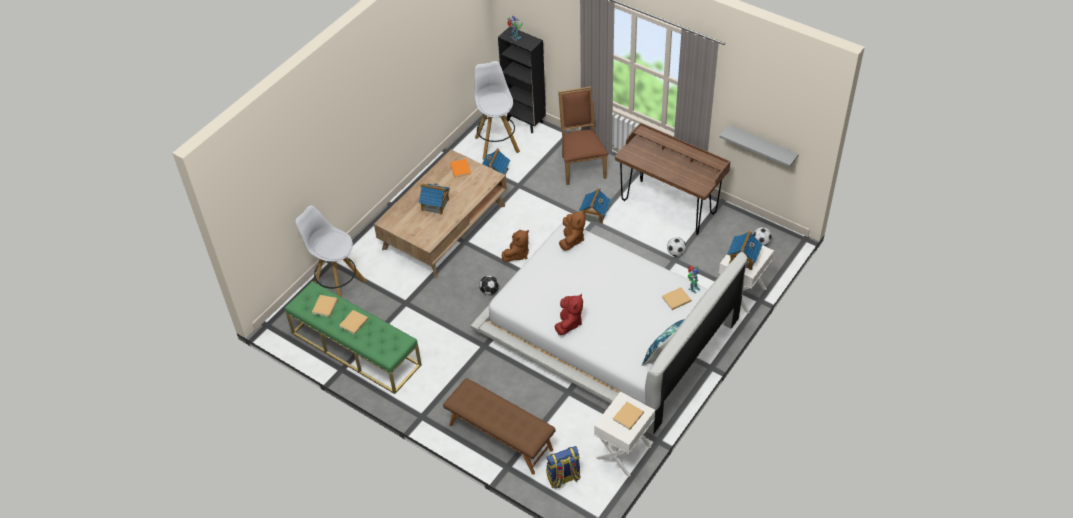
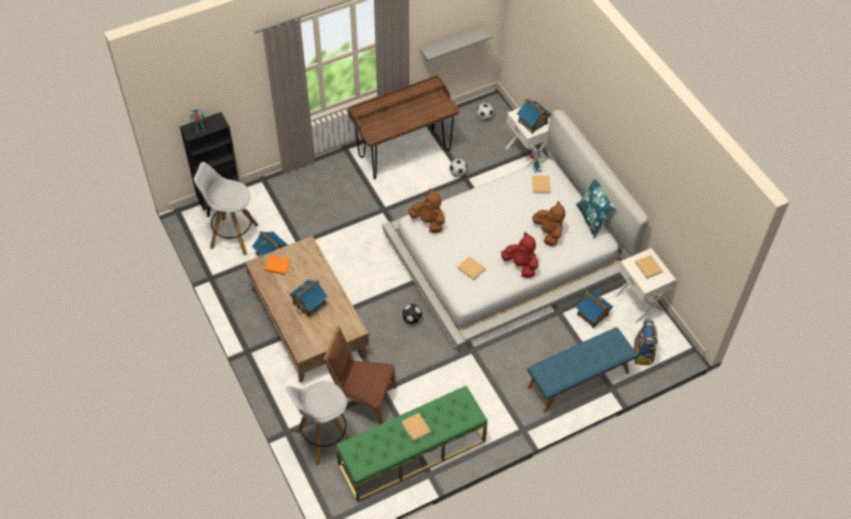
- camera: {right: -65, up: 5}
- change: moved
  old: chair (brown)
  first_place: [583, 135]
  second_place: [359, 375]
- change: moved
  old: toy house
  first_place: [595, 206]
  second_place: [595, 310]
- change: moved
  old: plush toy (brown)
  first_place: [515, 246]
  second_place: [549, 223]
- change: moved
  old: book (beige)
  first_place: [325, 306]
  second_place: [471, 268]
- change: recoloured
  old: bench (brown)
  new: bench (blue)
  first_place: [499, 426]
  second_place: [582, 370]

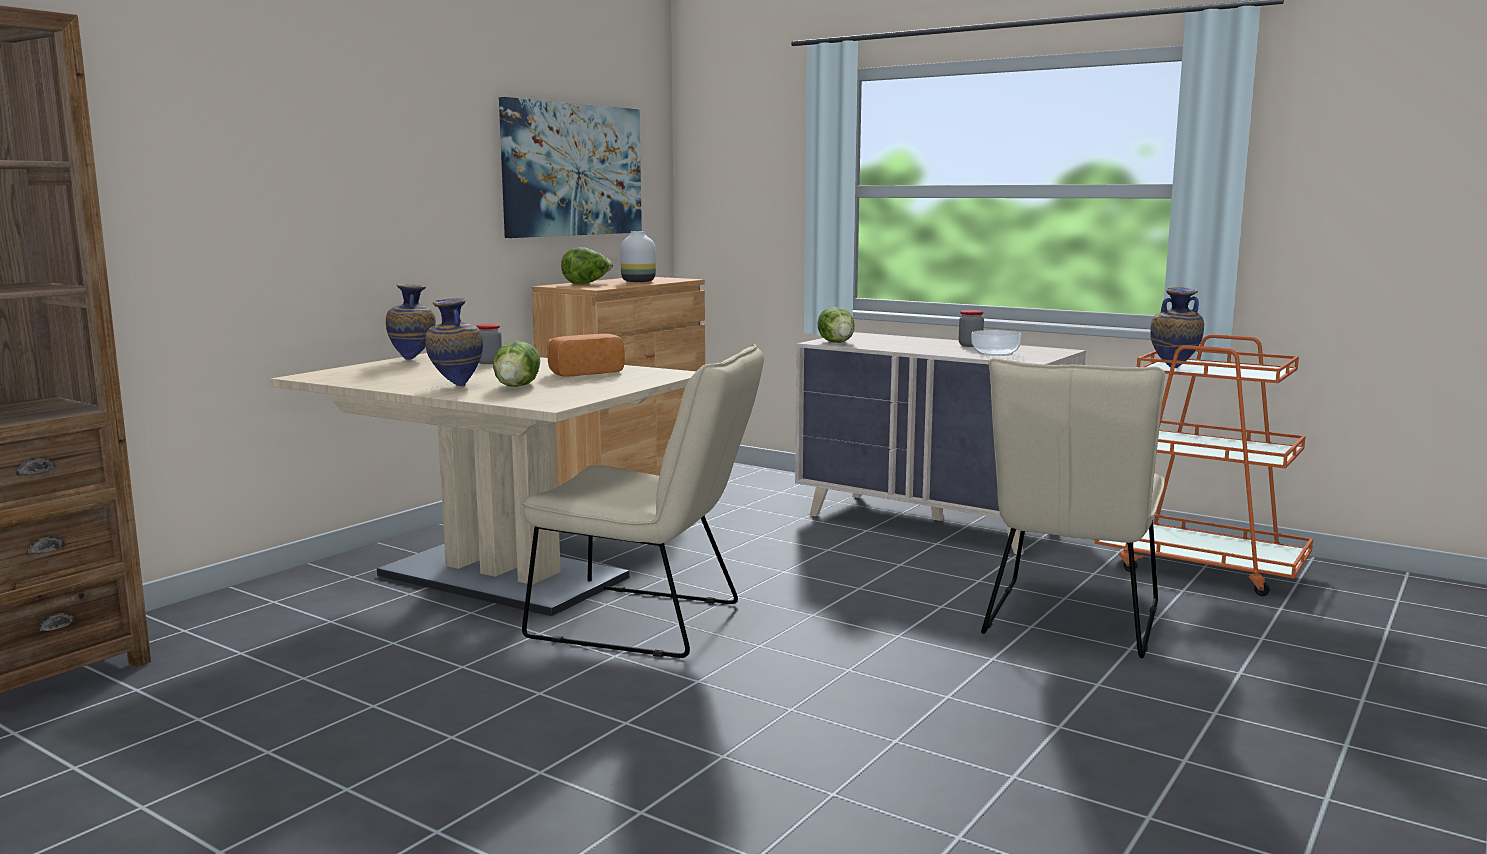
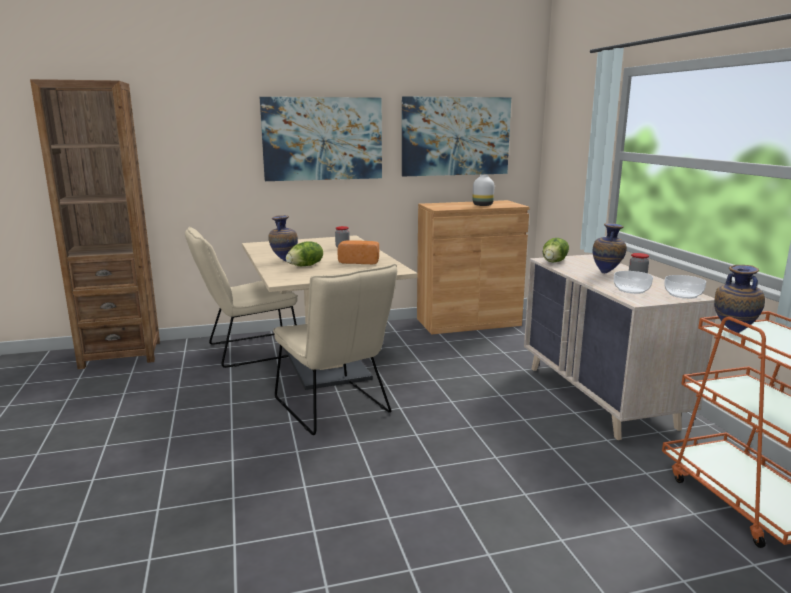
- camera: {right: 40, up: 5}
- change: removed
  old: lettuce
  first_place: [587, 265]
- change: moved
  old: vase
  first_place: [411, 322]
  second_place: [610, 248]
- change: moved
  old: chair (beige)
  first_place: [1073, 508]
  second_place: [241, 297]
- change: added
  new: picture
  second_place: [321, 139]
- change: added
  new: bowl
  second_place: [685, 287]

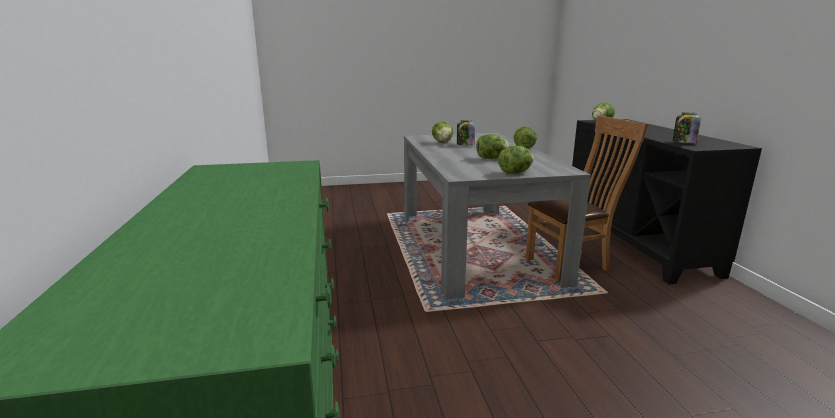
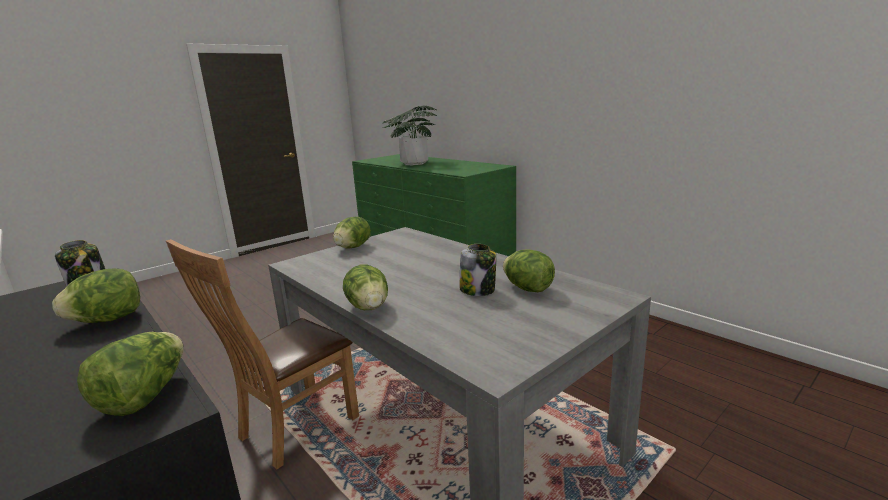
- camera: {right: 150, up: 0}
- change: moved
  old: lettuce
  first_place: [493, 146]
  second_place: [96, 296]
- change: added
  new: potted plant
  second_place: [409, 135]

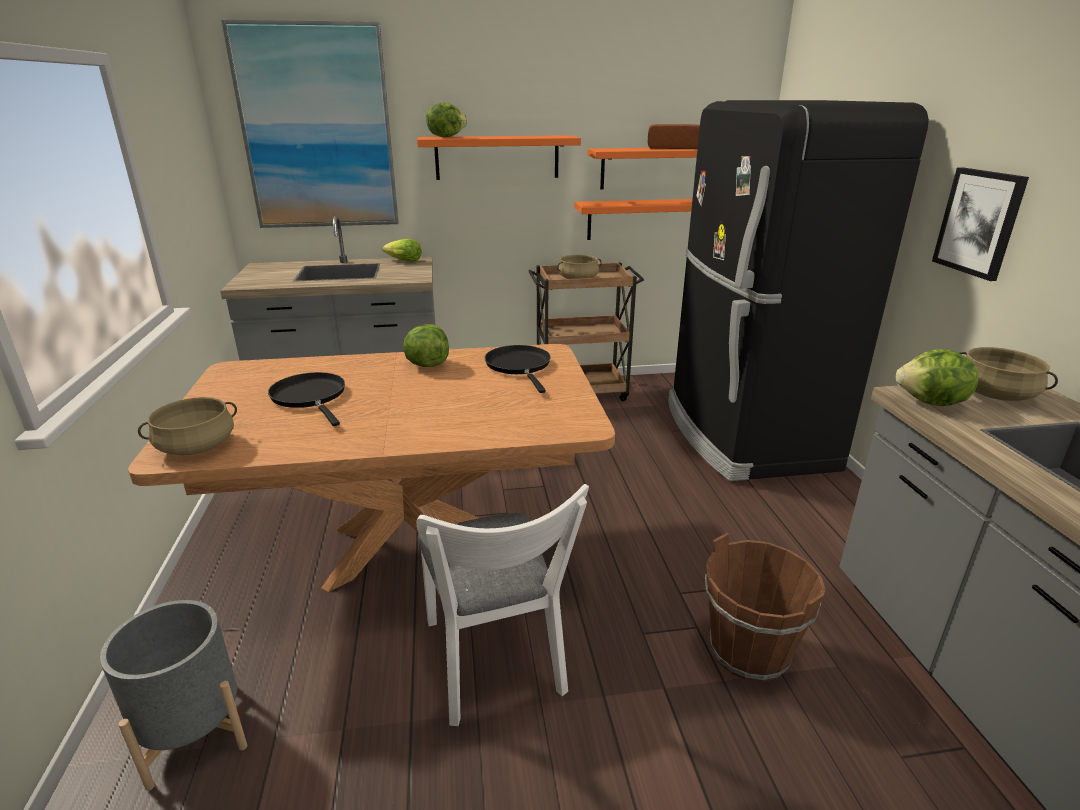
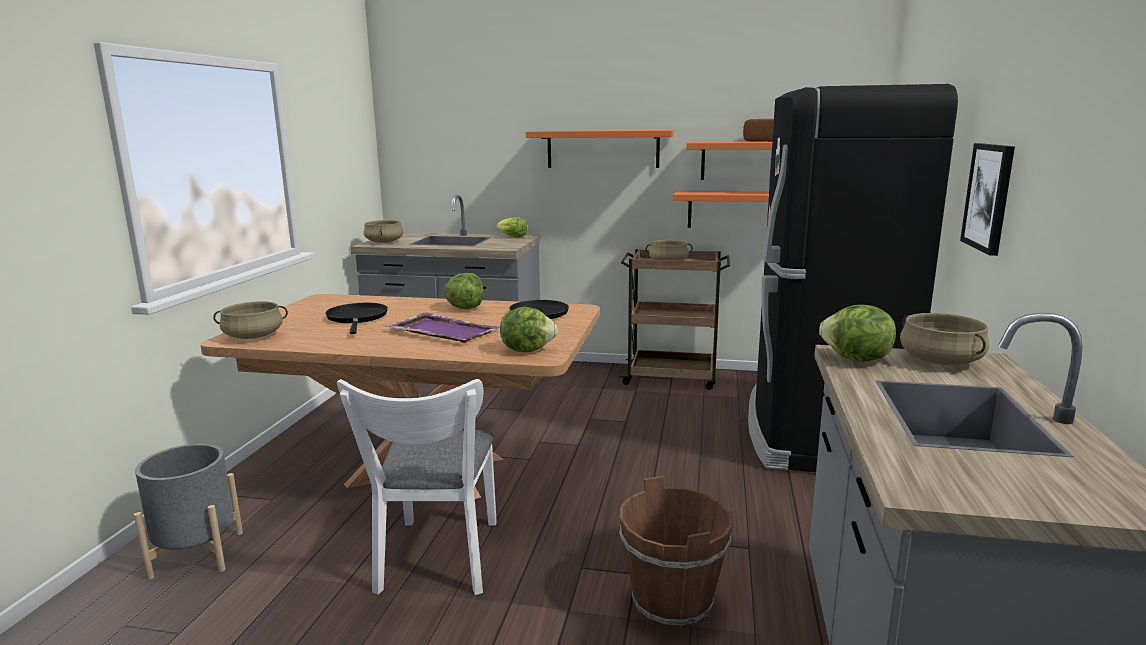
- camera: {right: 20, up: -10}
- change: removed
  old: picture
  first_place: [310, 123]
- change: moved
  old: lettuce
  first_place: [446, 120]
  second_place: [529, 329]
- change: added
  new: cooking pot (beige)
  second_place: [383, 231]
- change: added
  new: tray (purple)
  second_place: [443, 328]

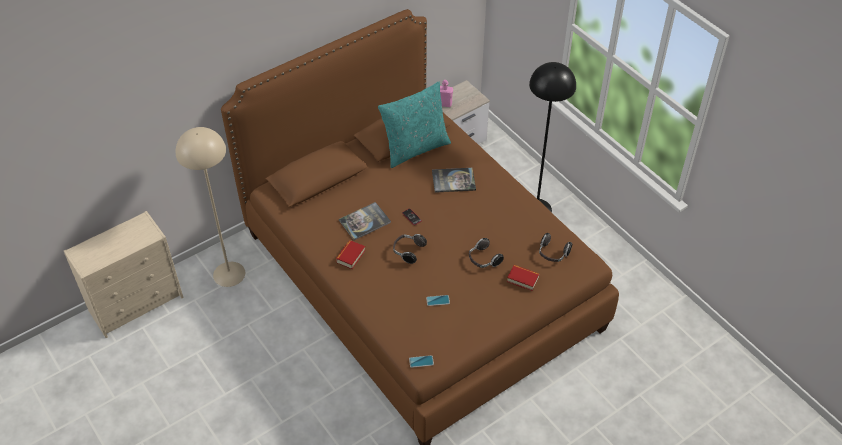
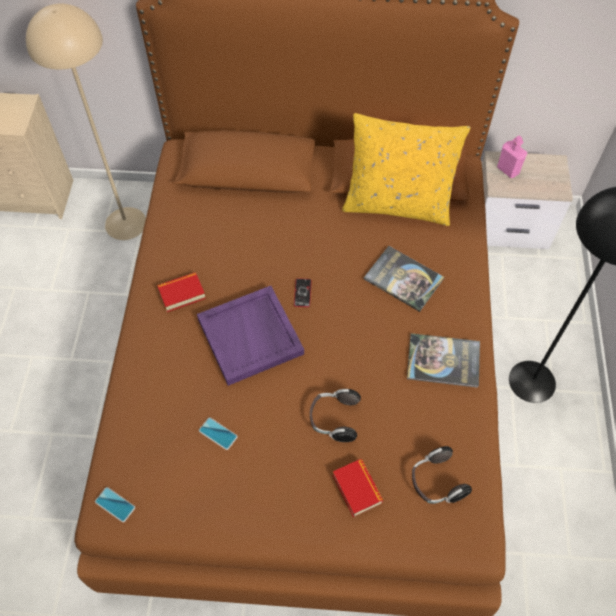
- camera: {right: 40, up: 10}
- change: recoloured
  old: pillow (turquoise)
  new: pillow (yellow)
  first_place: [414, 124]
  second_place: [406, 169]
- change: moved
  old: book
  first_place: [365, 221]
  second_place: [443, 360]
- change: replaced
  old: headphones
  new: tray (purple)
  first_place: [410, 249]
  second_place: [250, 336]

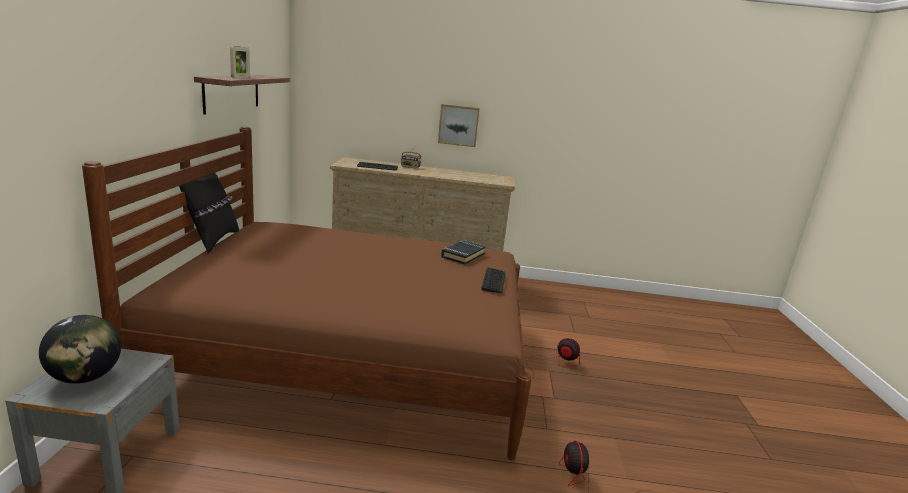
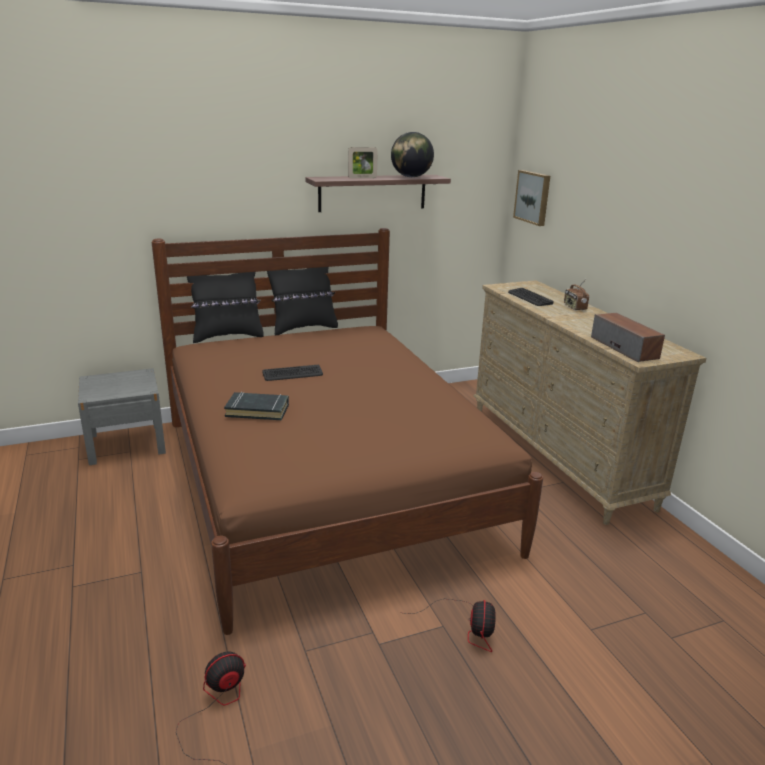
- camera: {right: 65, up: 5}
- change: moved
  old: picture
  first_place: [459, 125]
  second_place: [531, 198]
- change: moved
  old: book (black)
  first_place: [463, 252]
  second_place: [256, 406]
- change: moved
  old: keyboard
  first_place: [493, 280]
  second_place: [292, 373]
- change: moved
  old: globe
  first_place: [80, 349]
  second_place: [412, 154]
- change: added
  new: pillow (black)
  second_place: [225, 307]
- change: added
  new: speaker
  second_place: [628, 337]

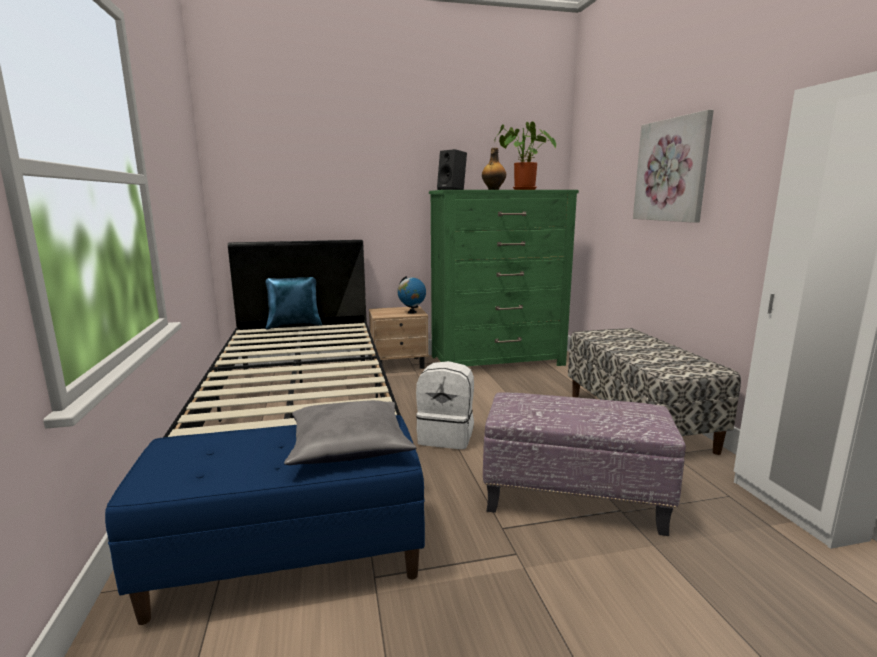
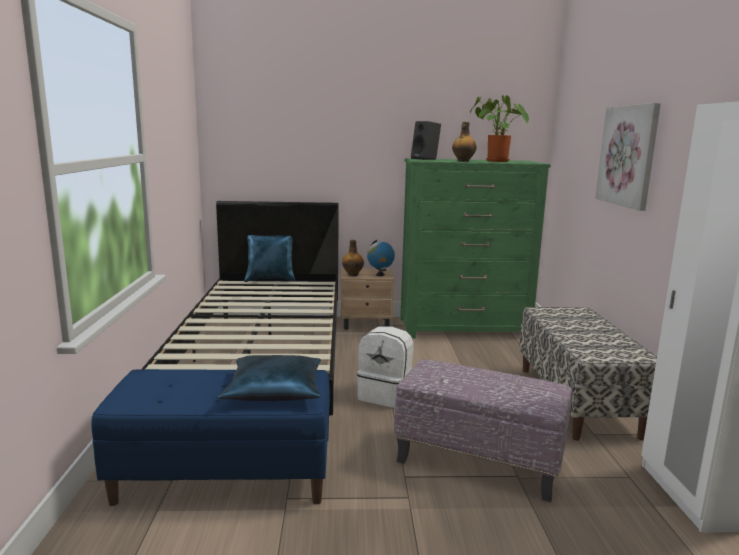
- camera: {right: 10, up: 0}
- change: recoloured
  old: pillow (grey)
  new: pillow (blue)
  first_place: [350, 432]
  second_place: [269, 378]
- change: added
  new: bottle
  second_place: [353, 258]

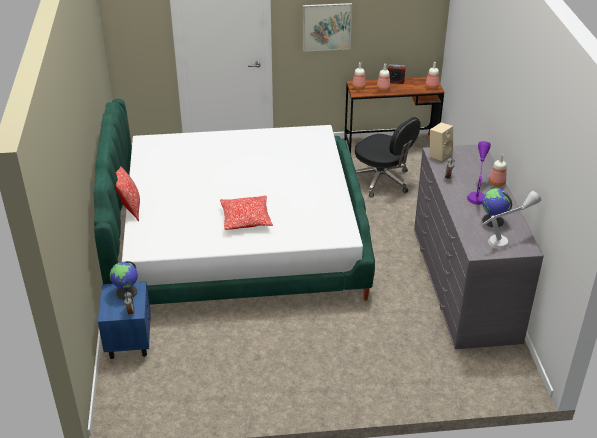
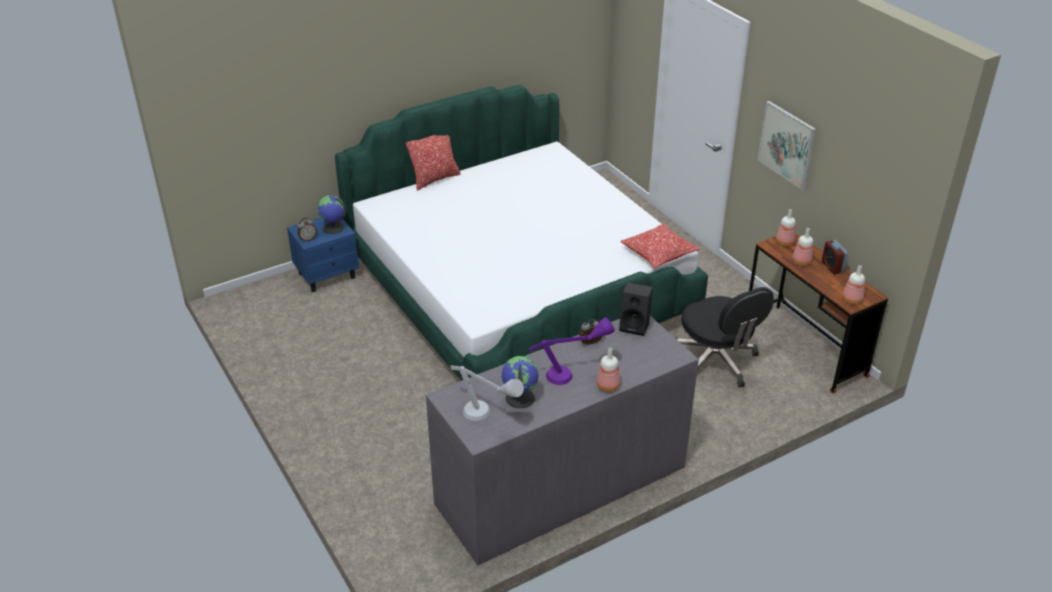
- camera: {right: 65, up: 0}
- change: turned
  old: office chair (black)
  first_place: [388, 157]
  second_place: [725, 337]
  degrees: -45
- change: recoloured
  old: speaker (beige)
  new: speaker (black)
  first_place: [441, 142]
  second_place: [636, 309]
- change: moved
  old: pillow
  first_place: [246, 212]
  second_place: [660, 245]

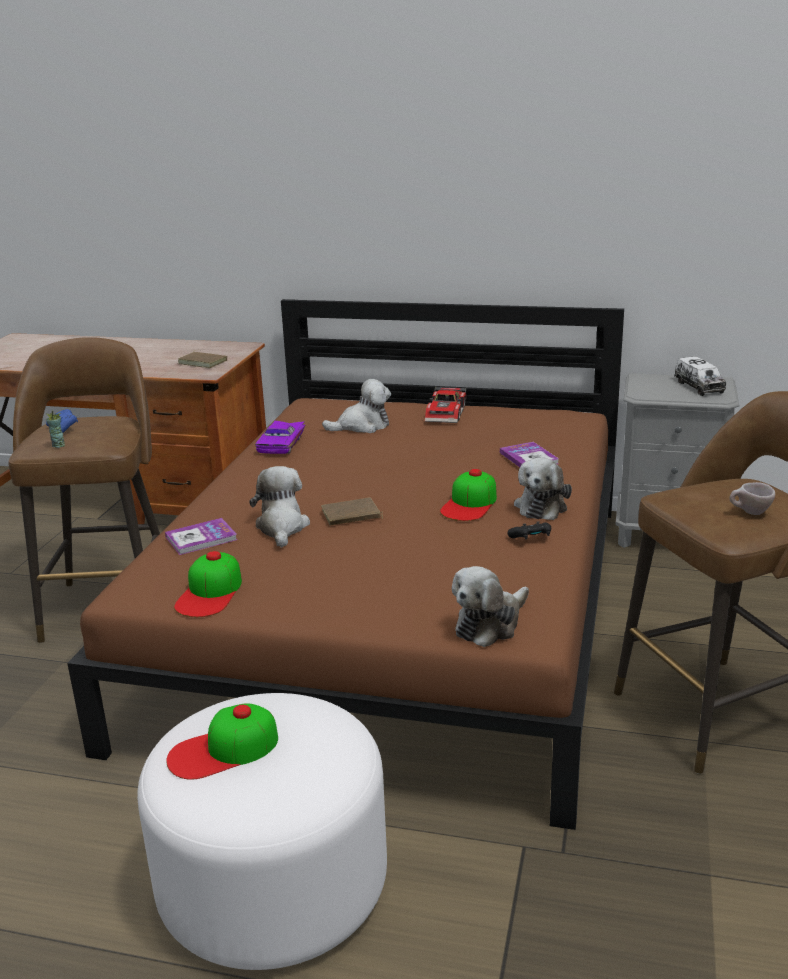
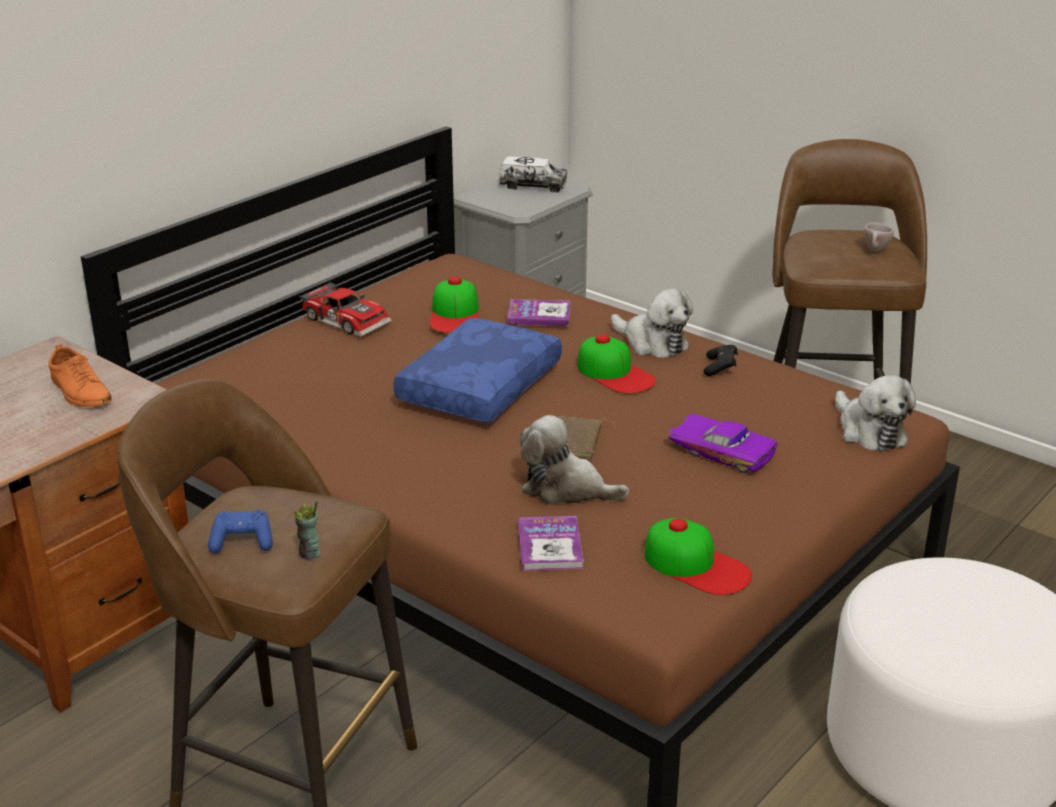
- camera: {right: -65, up: 5}
- change: replaced
  old: book (brown)
  new: shoe (orange)
  first_place: [202, 359]
  second_place: [80, 375]
- change: removed
  old: plush toy
  first_place: [356, 406]
- change: moved
  old: toy car (purple)
  first_place: [280, 437]
  second_place: [722, 443]
- change: moved
  old: cap
  first_place: [222, 741]
  second_place: [454, 305]
- change: added
  new: pillow (blue)
  second_place: [477, 370]

